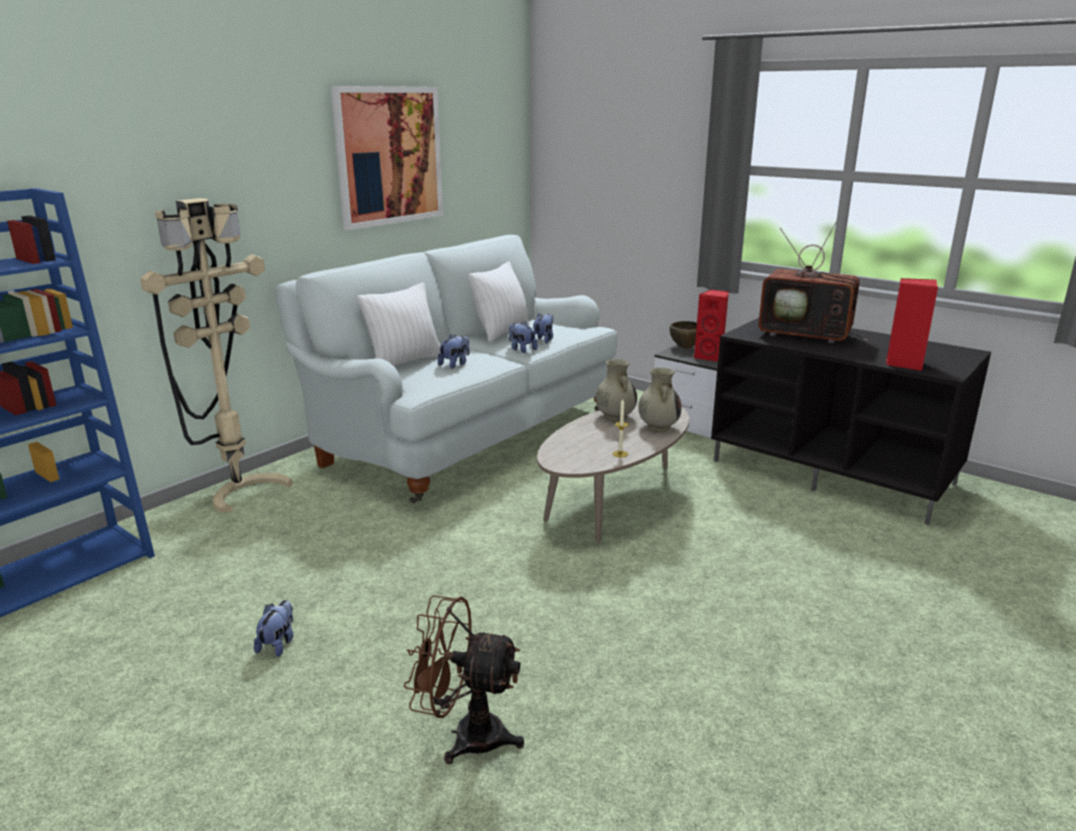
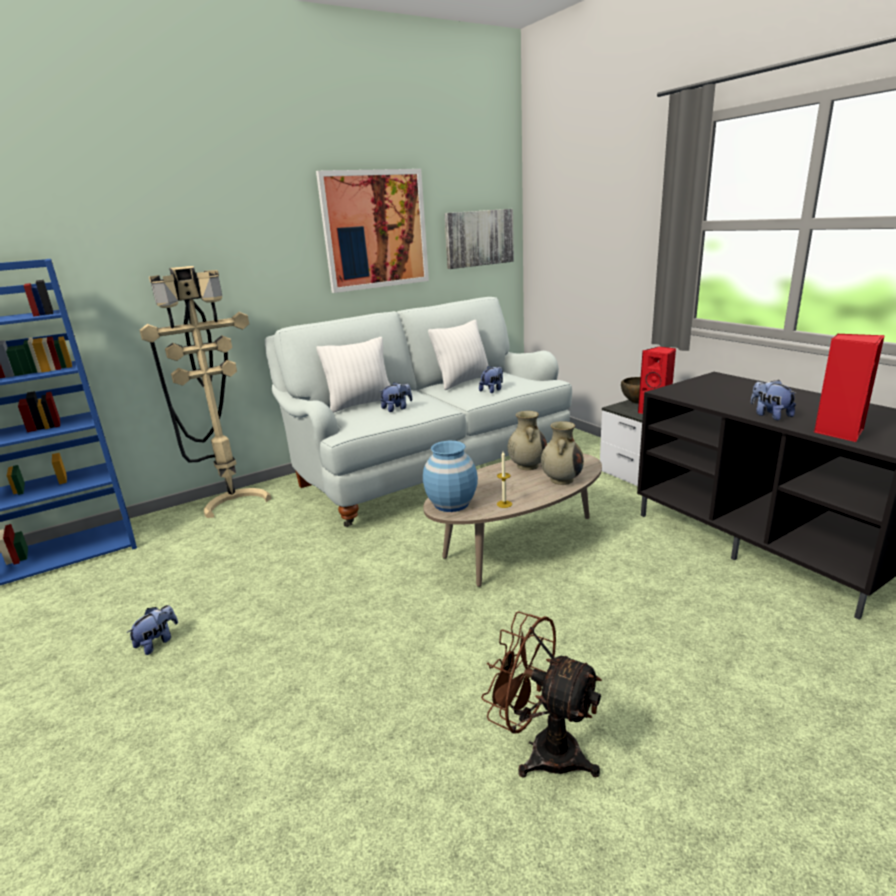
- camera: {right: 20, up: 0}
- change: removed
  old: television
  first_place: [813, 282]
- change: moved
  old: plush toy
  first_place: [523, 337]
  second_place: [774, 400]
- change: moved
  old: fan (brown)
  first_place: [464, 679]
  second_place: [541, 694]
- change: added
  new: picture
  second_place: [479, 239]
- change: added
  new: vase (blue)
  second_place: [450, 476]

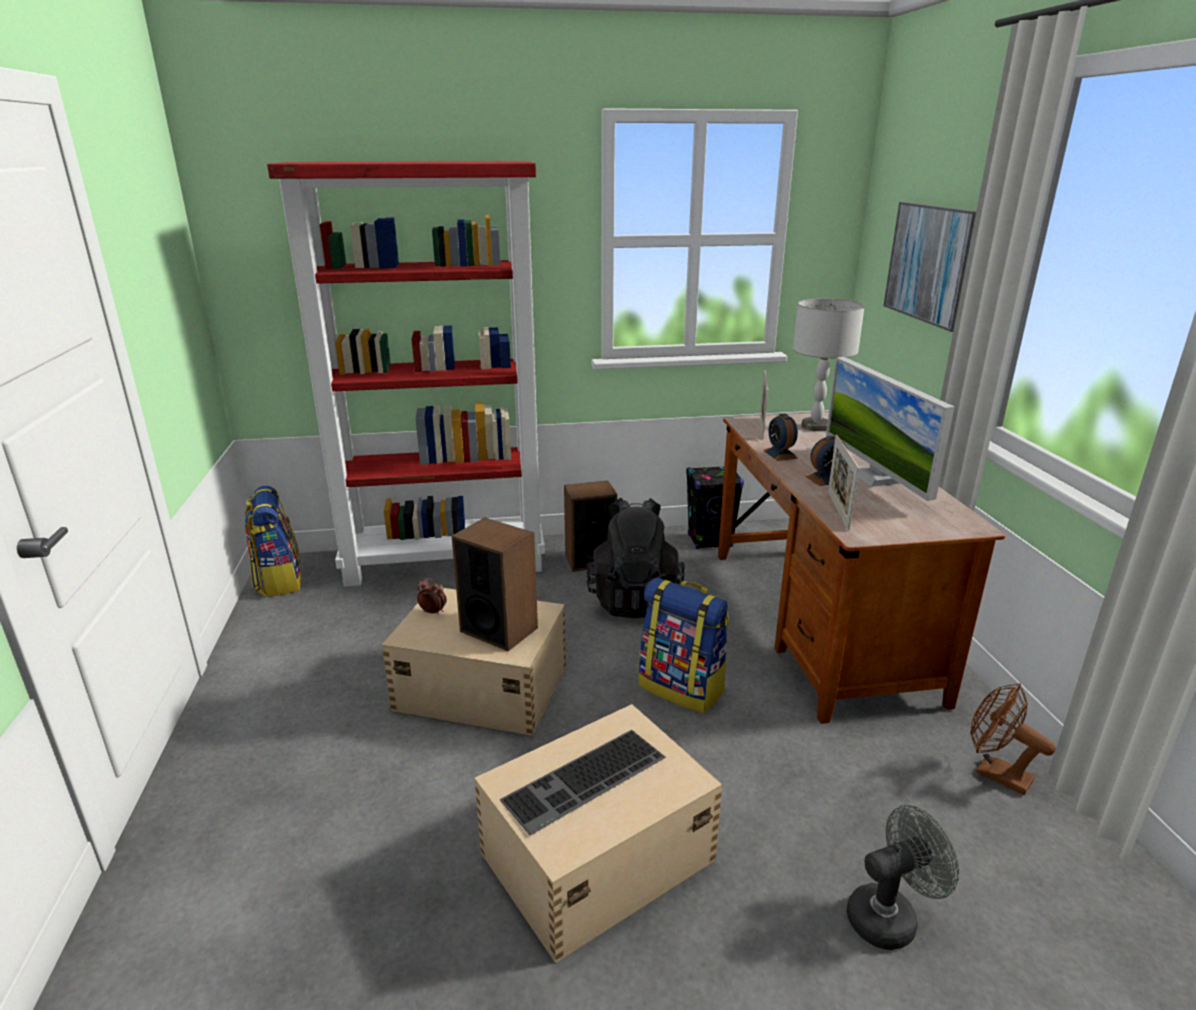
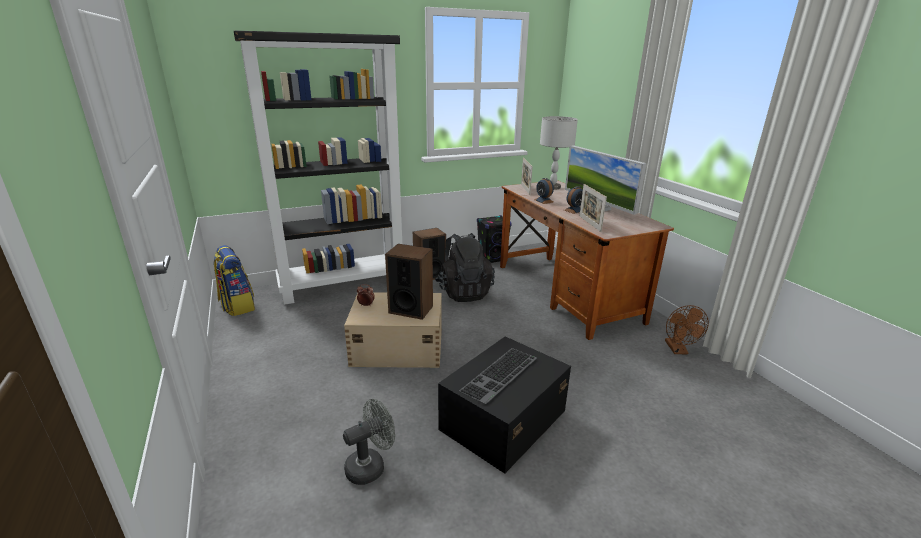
- camera: {right: -15, up: 0}
- change: recoloured
  old: bookcase (red)
  new: bookcase (black)
  first_place: [406, 374]
  second_place: [318, 167]
- change: removed
  old: picture
  first_place: [929, 267]
- change: removed
  old: backpack
  first_place: [684, 645]
- change: turned
  old: fan (brown)
  first_place: [1013, 739]
  second_place: [687, 329]
  degrees: -120
- change: recoloured
  old: storage box (beige)
  new: storage box (black)
  first_place: [598, 833]
  second_place: [504, 405]
- change: moved
  old: fan (grey)
  first_place: [903, 877]
  second_place: [369, 442]

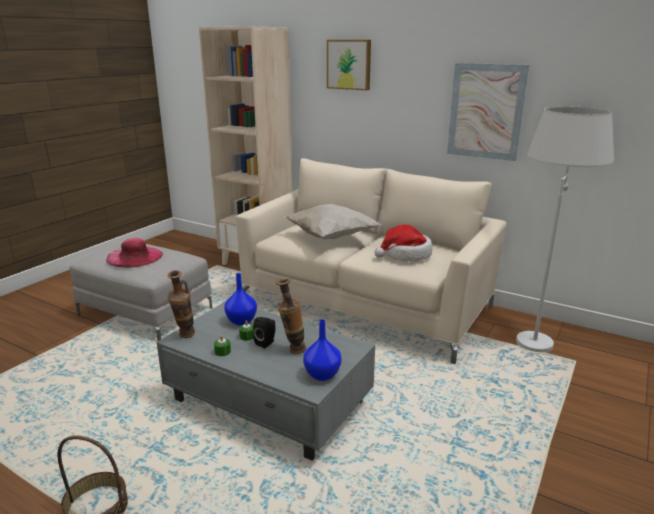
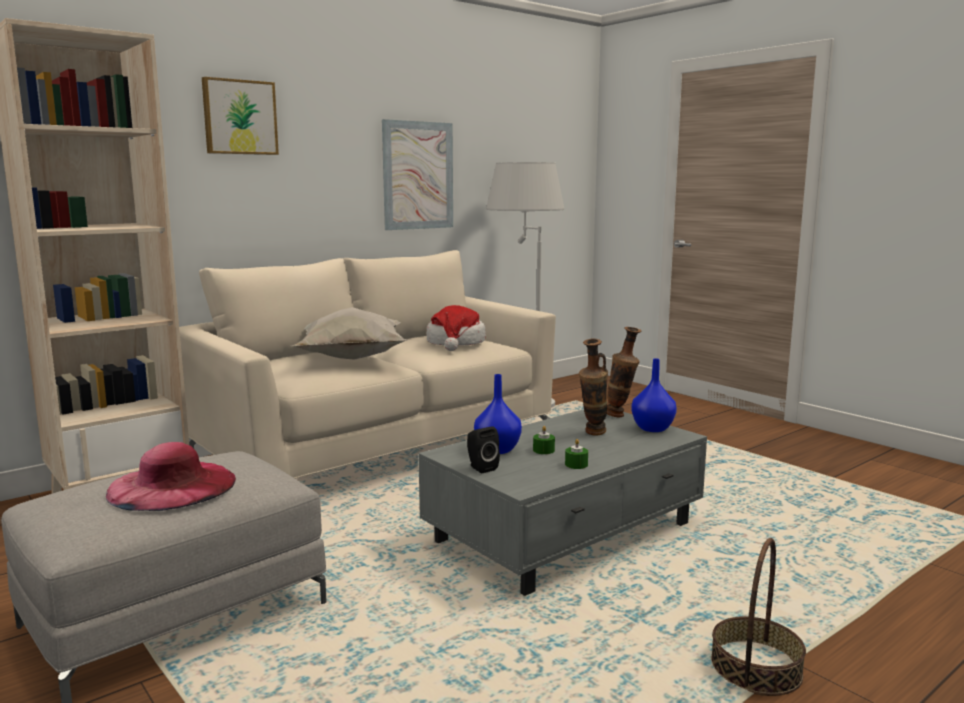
- camera: {right: -70, up: -10}
- change: moved
  old: vase
  first_place: [181, 304]
  second_place: [624, 372]
- change: moved
  old: speaker (black)
  first_place: [264, 332]
  second_place: [483, 449]

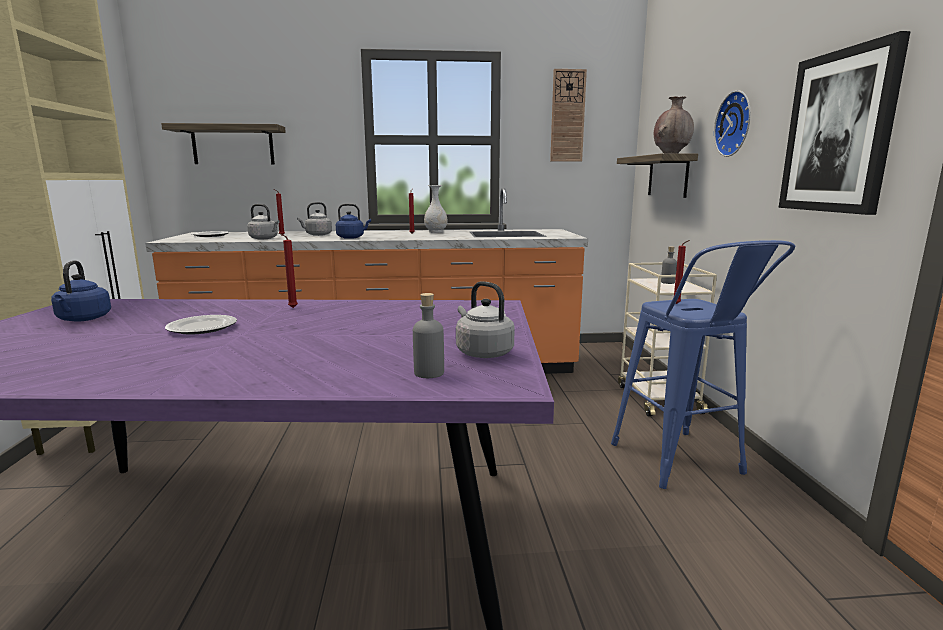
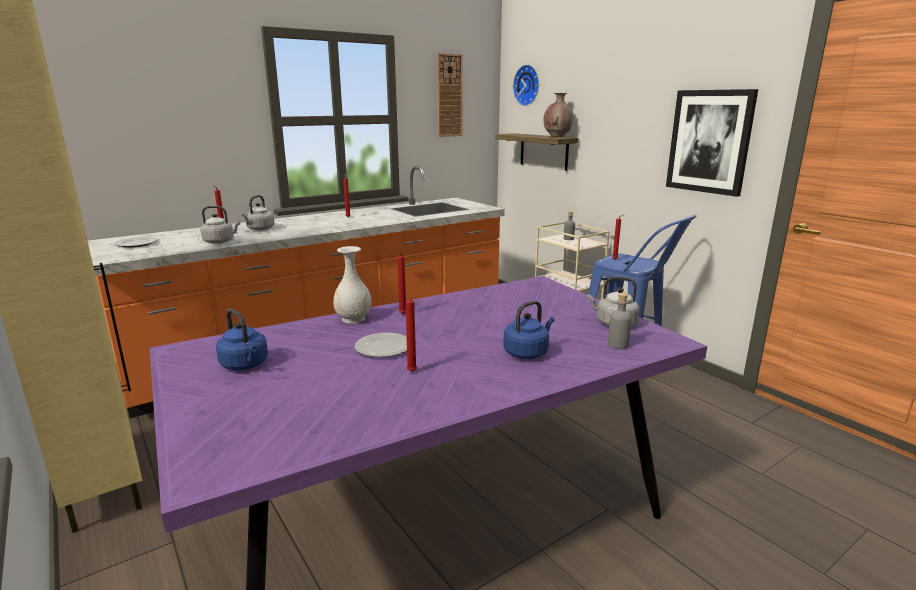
- camera: {right: -30, up: 5}
- change: moved
  old: wall clock
  first_place: [732, 123]
  second_place: [526, 85]
- change: removed
  old: shelf
  first_place: [223, 143]
- change: moved
  old: vase (white)
  first_place: [436, 209]
  second_place: [352, 285]
- change: moved
  old: kettle (blue)
  first_place: [353, 221]
  second_place: [528, 330]
- change: added
  new: candle (red)
  second_place: [411, 333]

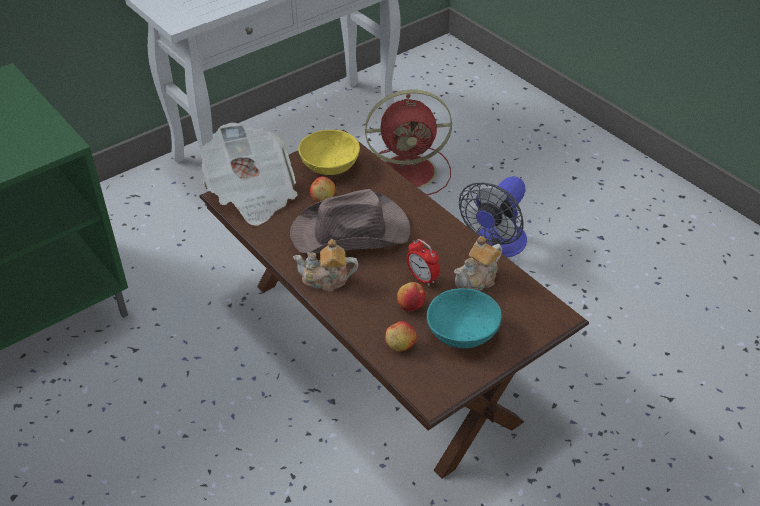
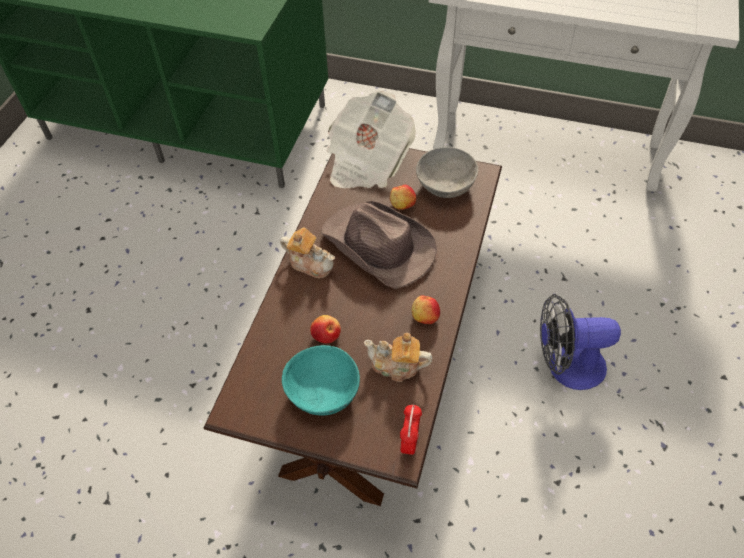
- camera: {right: 55, up: 10}
- change: removed
  old: fan (red)
  first_place: [408, 142]
- change: recoloured
  old: bowl (yellow)
  new: bowl (grey)
  first_place: [329, 152]
  second_place: [447, 172]
- change: turned
  old: teapot
  first_place: [325, 265]
  second_place: [307, 252]
  degrees: 150
- change: moved
  old: alarm clock
  first_place: [423, 262]
  second_place: [411, 430]
- change: moved
  old: apple
  first_place: [401, 336]
  second_place: [426, 309]

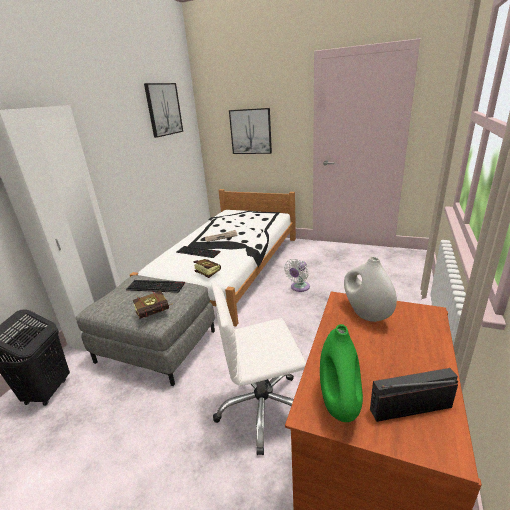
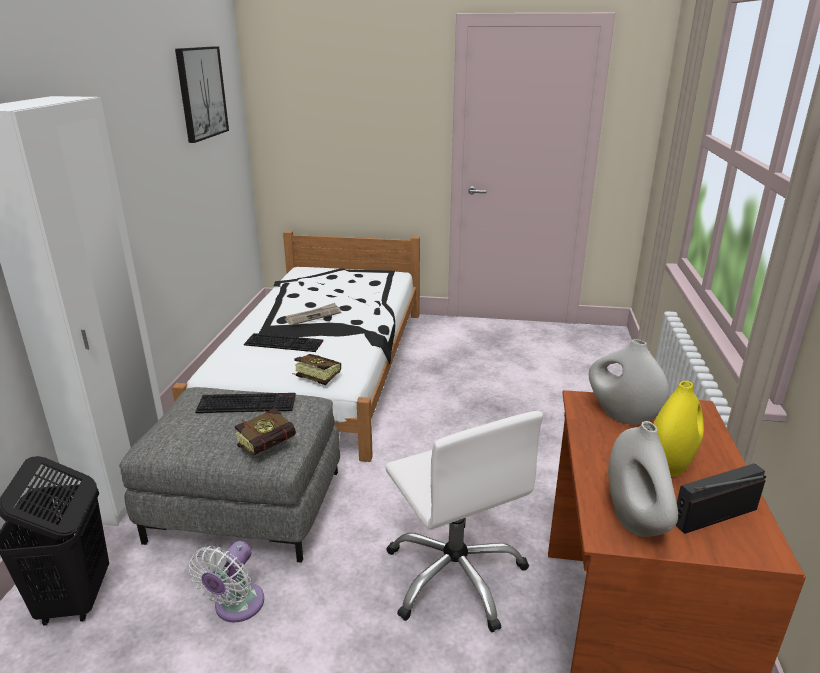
- camera: {right: -15, up: 0}
- change: removed
  old: picture
  first_place: [250, 131]
- change: moved
  old: fan (white)
  first_place: [297, 275]
  second_place: [226, 582]
- change: turned
  old: office chair (white)
  first_place: [258, 368]
  second_place: [464, 521]
  degrees: -90
- change: recoloured
  old: vase (green)
  new: vase (white)
  first_place: [341, 373]
  second_place: [643, 479]
- change: added
  new: vase (yellow)
  second_place: [678, 429]

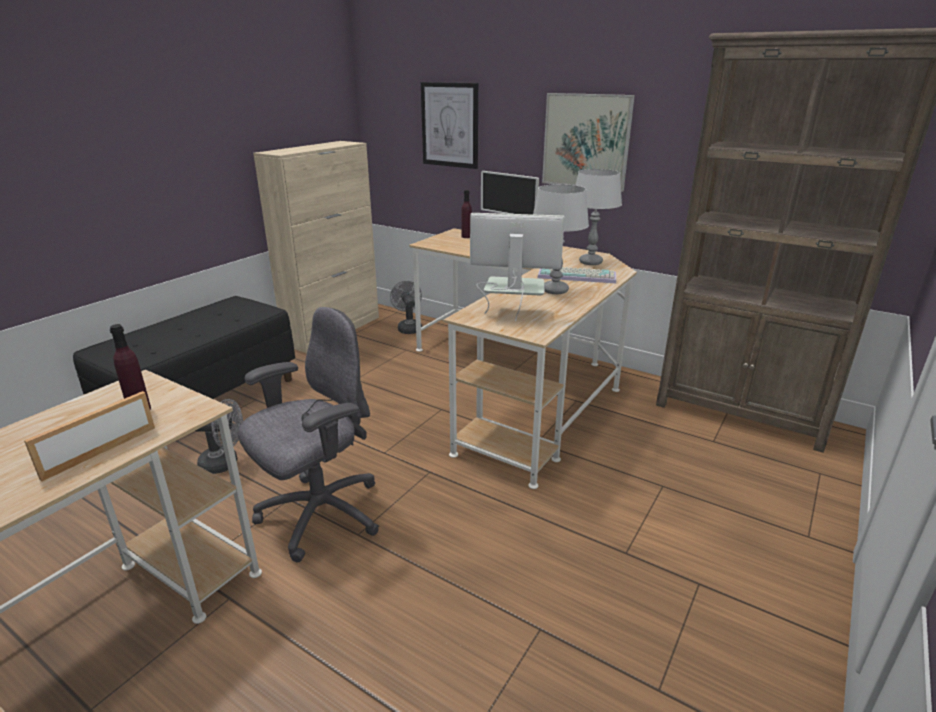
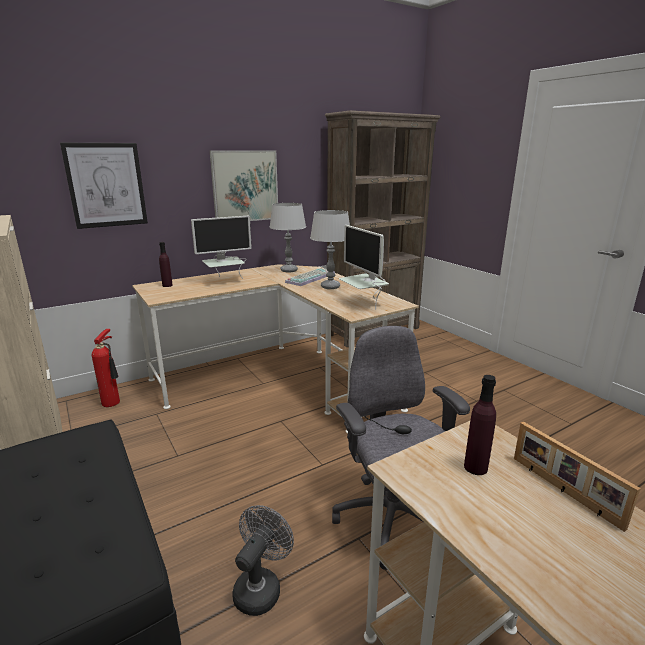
- camera: {right: -65, up: -5}
- change: turned
  old: monitor
  first_place: [517, 267]
  second_place: [364, 267]
  degrees: -60
- change: replaced
  old: fan (grey)
  new: fire extinguisher
  first_place: [406, 307]
  second_place: [105, 368]

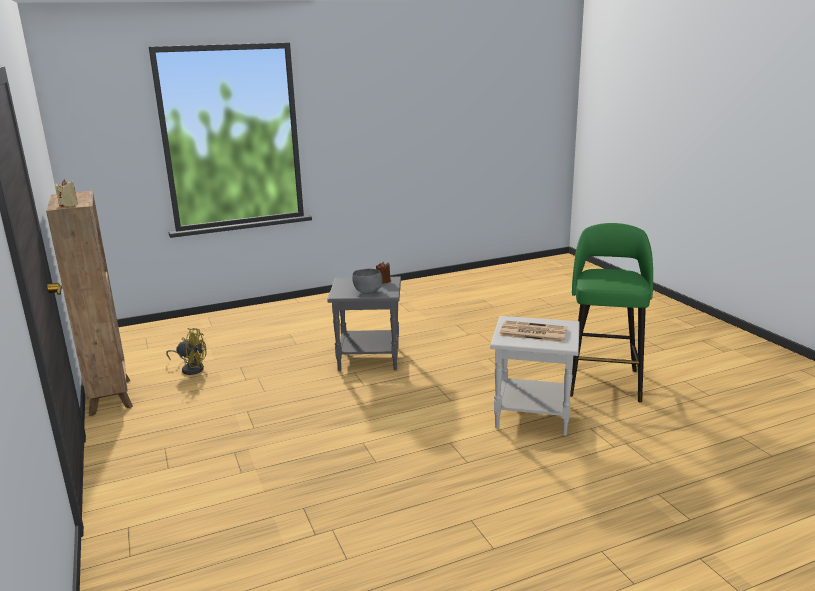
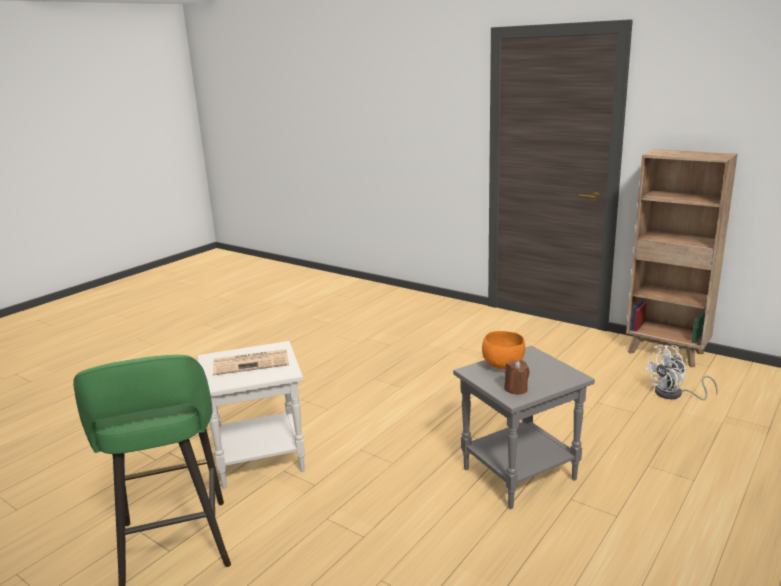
- camera: {right: 150, up: 0}
- change: removed
  old: candle (beige)
  first_place: [66, 193]
- change: recoloured
  old: bowl (grey)
  new: bowl (orange)
  first_place: [367, 281]
  second_place: [503, 350]
- change: recoloured
  old: fan (yellow)
  new: fan (white)
  first_place: [186, 351]
  second_place: [681, 372]

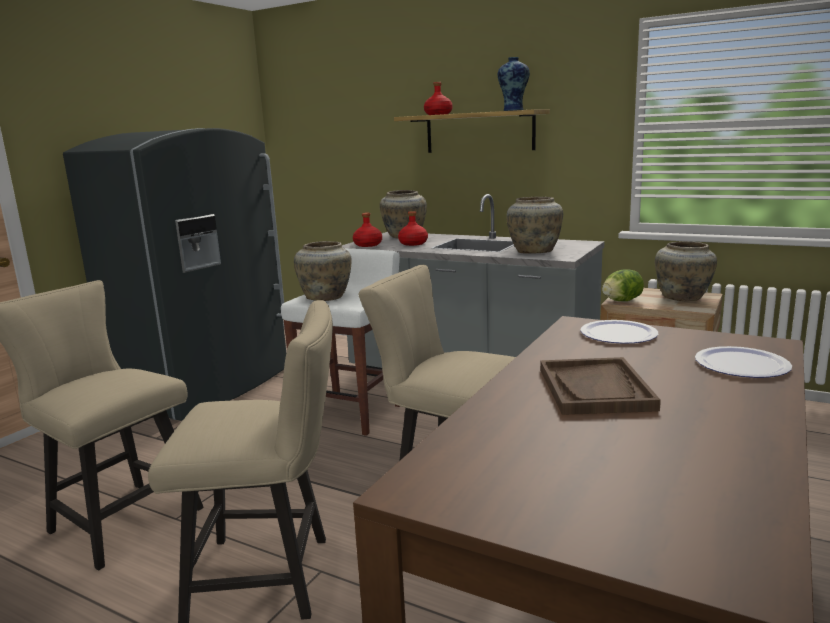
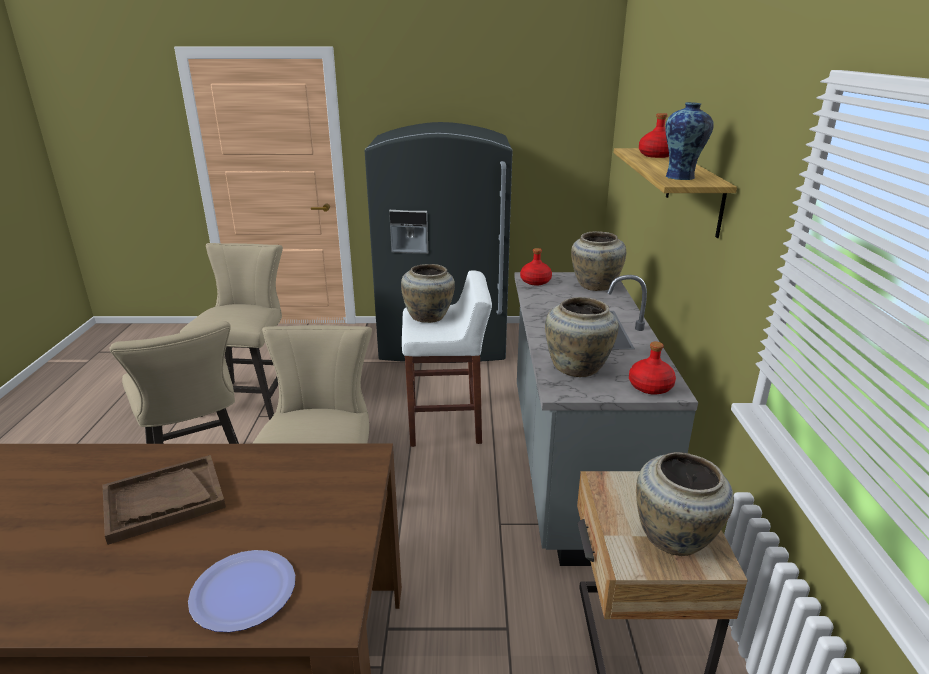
- camera: {right: 60, up: 10}
- change: moved
  old: bottle (red)
  first_place: [413, 228]
  second_place: [652, 368]
- change: removed
  old: lettuce
  first_place: [623, 285]
- change: removed
  old: plate
  first_place: [619, 332]

